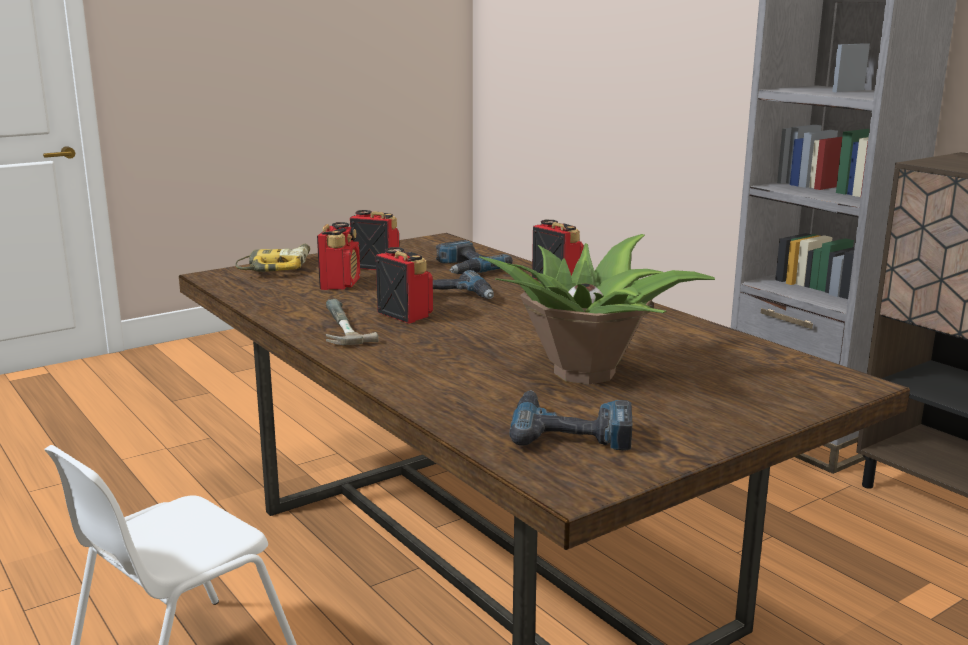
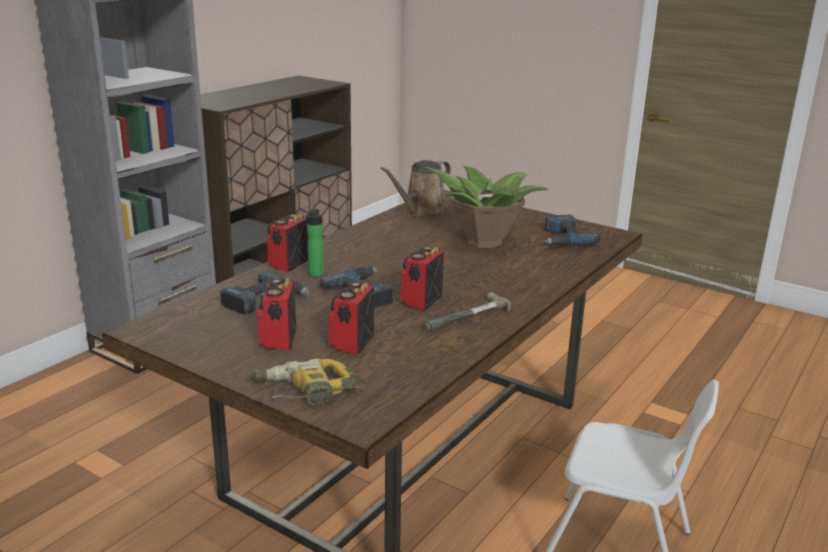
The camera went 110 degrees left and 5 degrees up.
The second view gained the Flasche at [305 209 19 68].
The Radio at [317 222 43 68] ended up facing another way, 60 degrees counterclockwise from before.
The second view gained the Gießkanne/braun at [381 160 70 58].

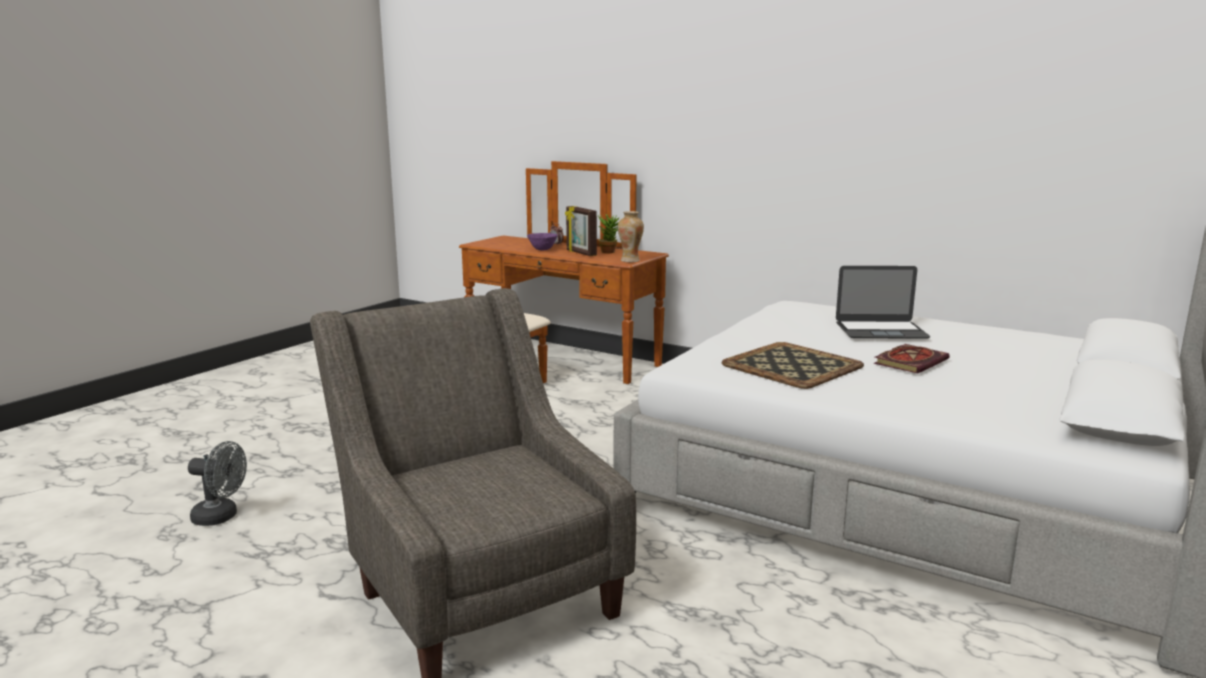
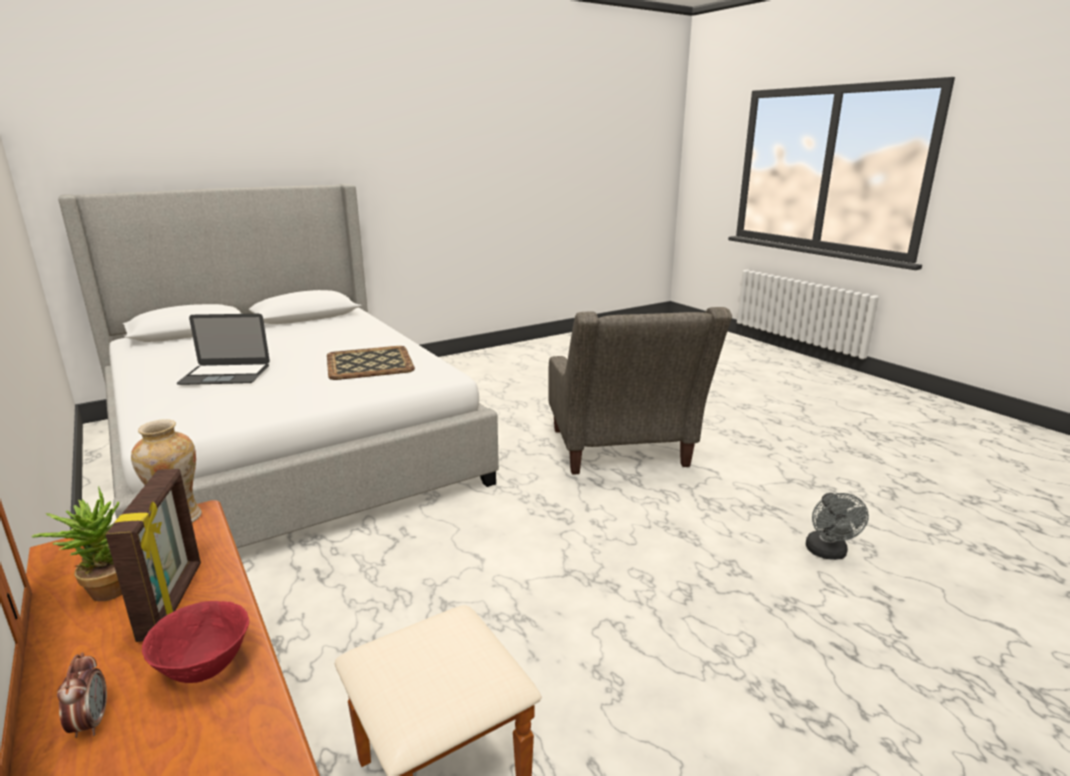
The camera went 155 degrees left and 5 degrees up.
What was the Schüssel/lila at [527 233 31 18] turned into the Schüssel/rot at [142 601 107 82].
The Laptop at [836 266 95 73] ended up facing another way, 150 degrees clockwise from before.
The Ventilator/grau at [188 441 59 85] ended up facing another way, 120 degrees counterclockwise from before.
The second view lost the Buch at [874 344 76 29].

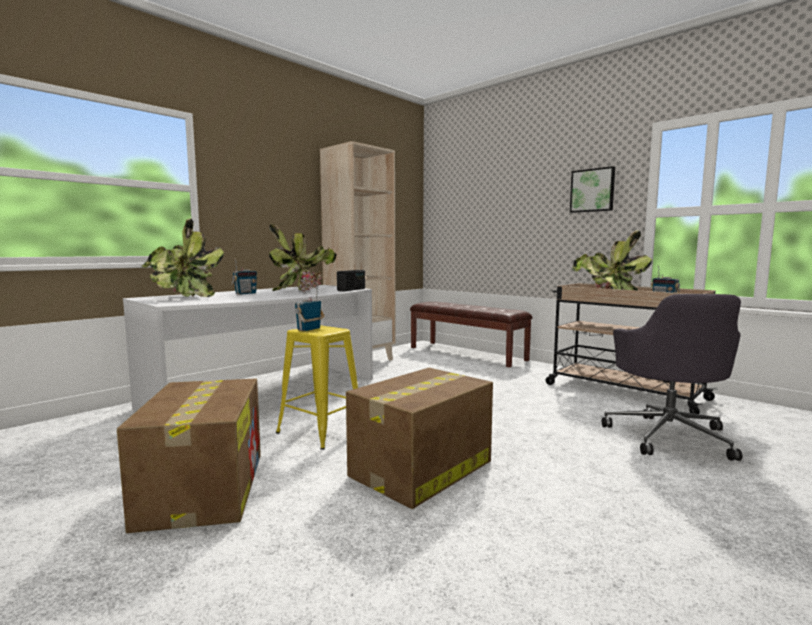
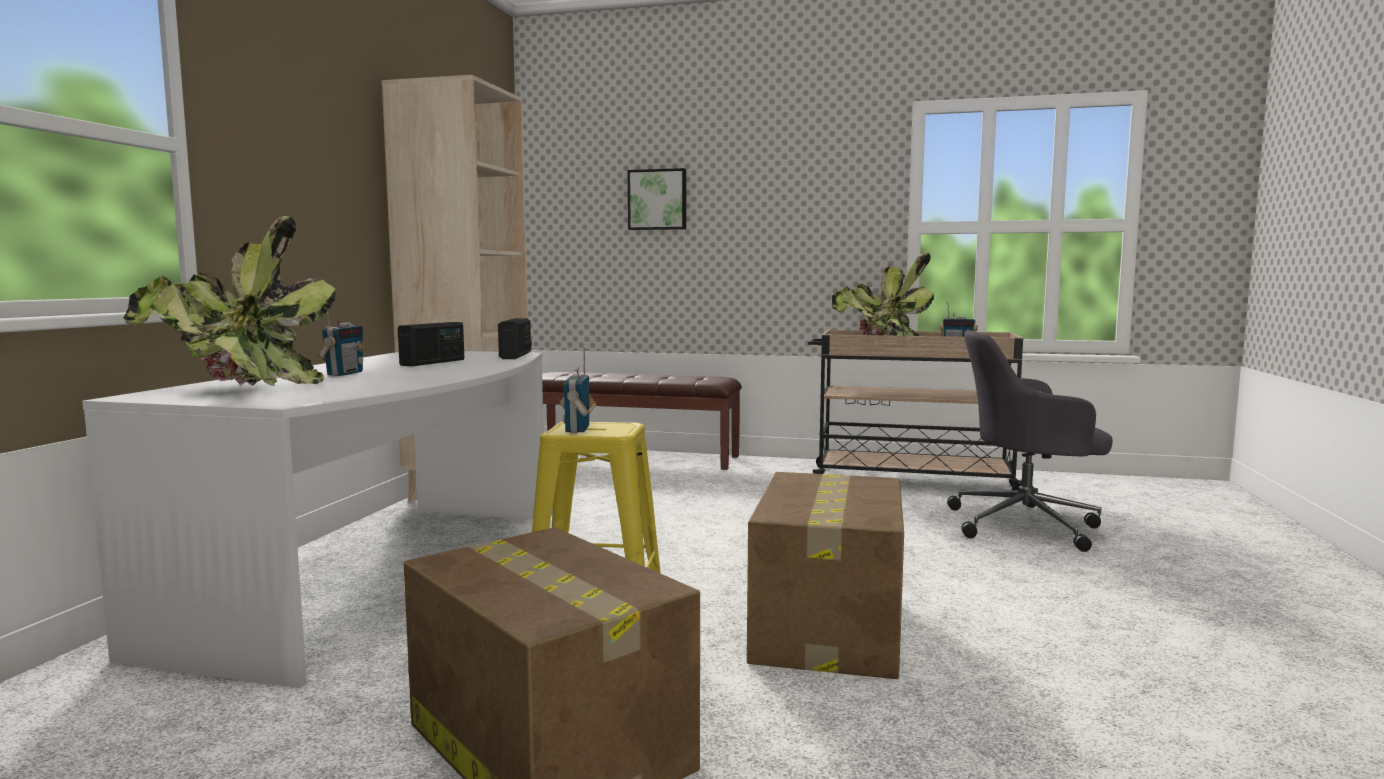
The camera went 30 degrees left and 0 degrees up.
Where the Topfpflanze stood at [269 224 68 68], the Radio came to stand at [398 322 66 44].
The Bild ended up elsewhere, having gone from [570 166 45 47] to [628 168 58 62].
The Bürostuhl/grau at [602 294 140 167] ended up facing another way, 120 degrees clockwise from before.

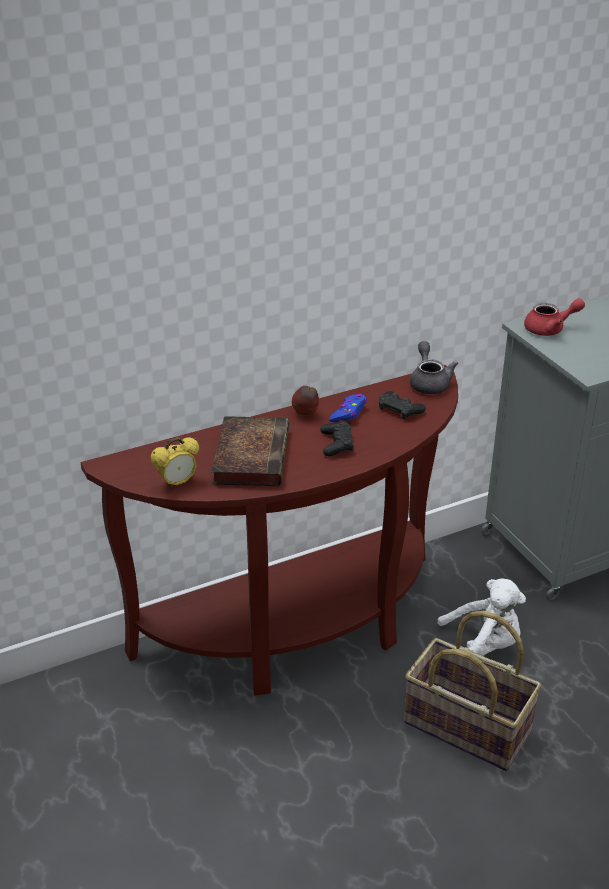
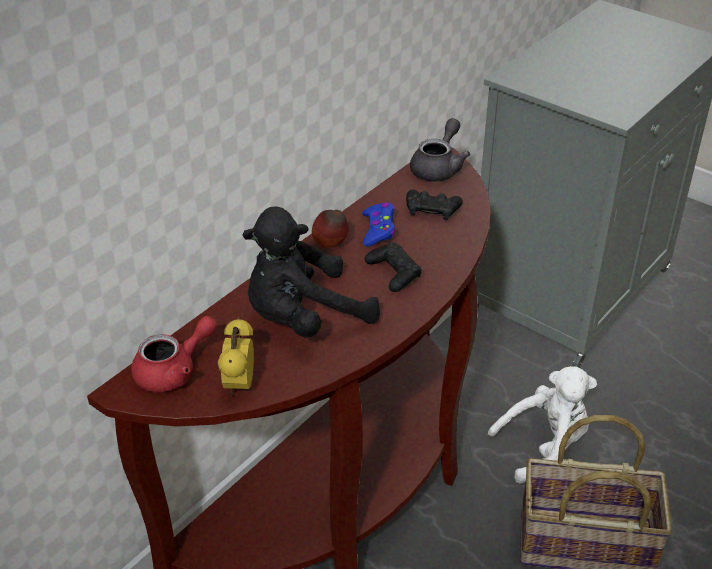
The camera went 25 degrees left and 5 degrees up.
The Teekanne/rot ended up elsewhere, having gone from [524 298 61 38] to [131 316 86 76].
The Wecker at [151 437 48 52] ended up facing another way, 150 degrees clockwise from before.
Where the Buch stood at [211 416 78 70], the Plüschtier/schwarz came to stand at [242 206 138 132].
The Teekanne/grau at [410 341 48 53] ended up facing another way, 60 degrees clockwise from before.

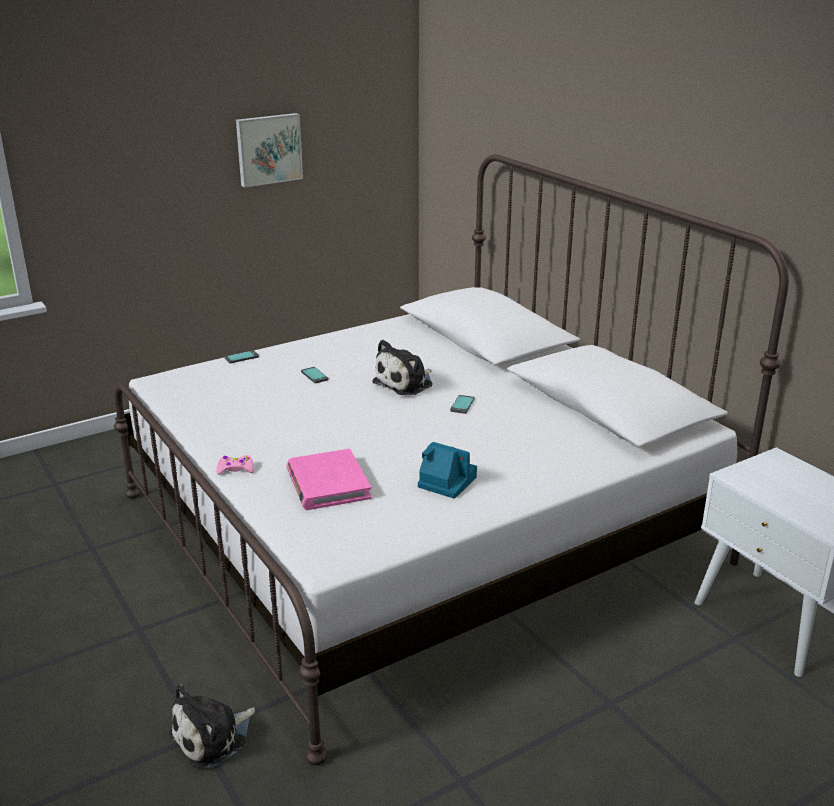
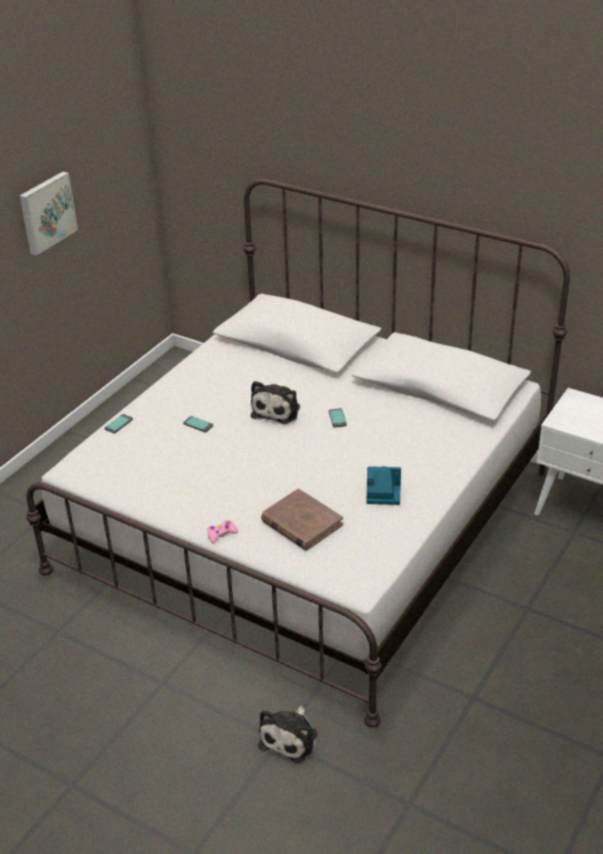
The camera went 25 degrees left and 10 degrees up.
What was the Buch/rosa at [286 449 85 61] turned into the Buch/braun at [261 489 82 62].

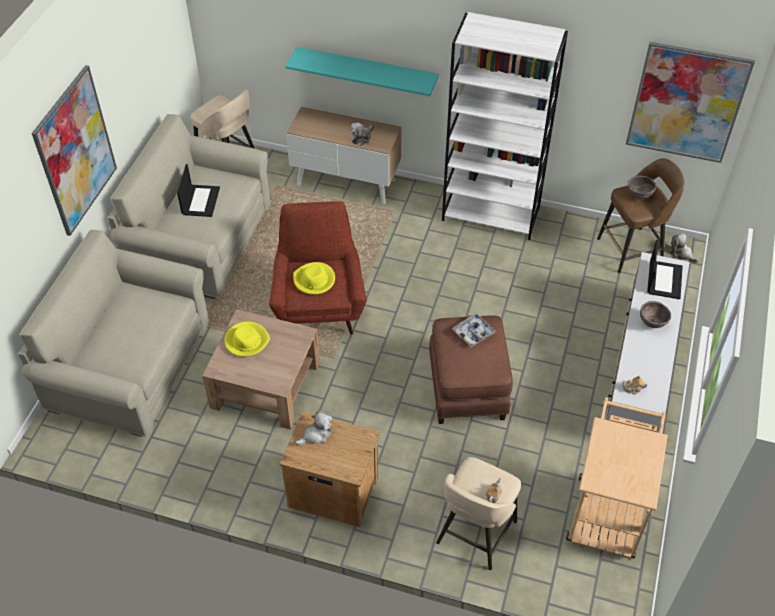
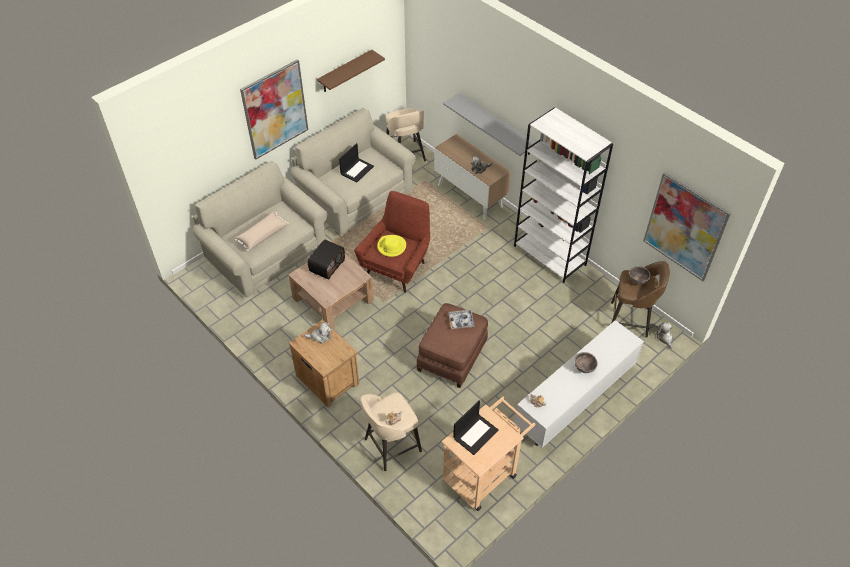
The camera went 30 degrees right and 0 degrees up.
The second view gained the Kissen/beige at [235 211 54 40].
Where the Hut/gelb stood at [224 321 46 36], the Radio came to stand at [308 240 37 39].
The second view gained the Wandregal/braun at [317 50 68 42].
What was the Wandregal/türkis at [285 47 154 49] turned into the Wandregal/grau at [443 93 92 63].
The Laptop ended up elsewhere, having gone from [647 240 36 59] to [453 401 46 54].

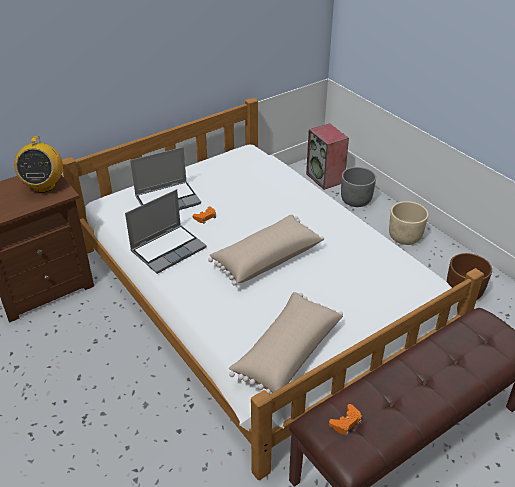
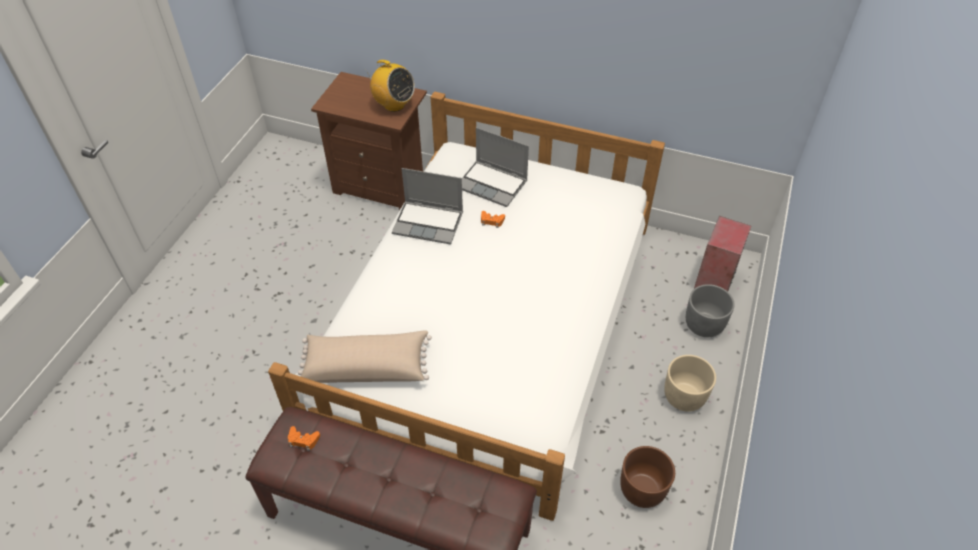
The camera went 55 degrees right and 10 degrees up.
The Radio at [14 136 49 57] ended up facing another way, 105 degrees counterclockwise from before.
The second view lost the Kissen/beige at [208 215 116 71].

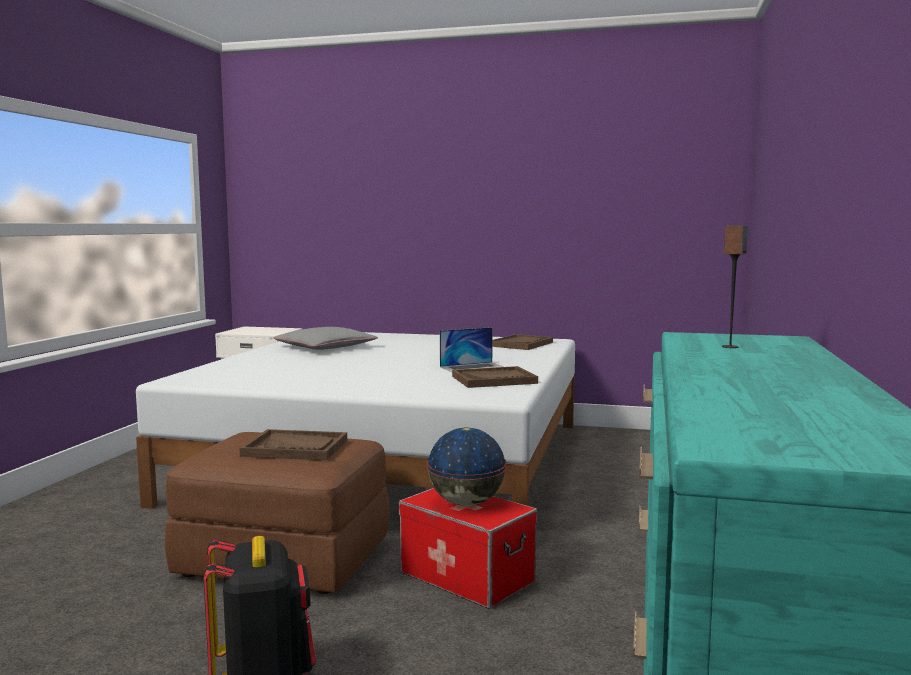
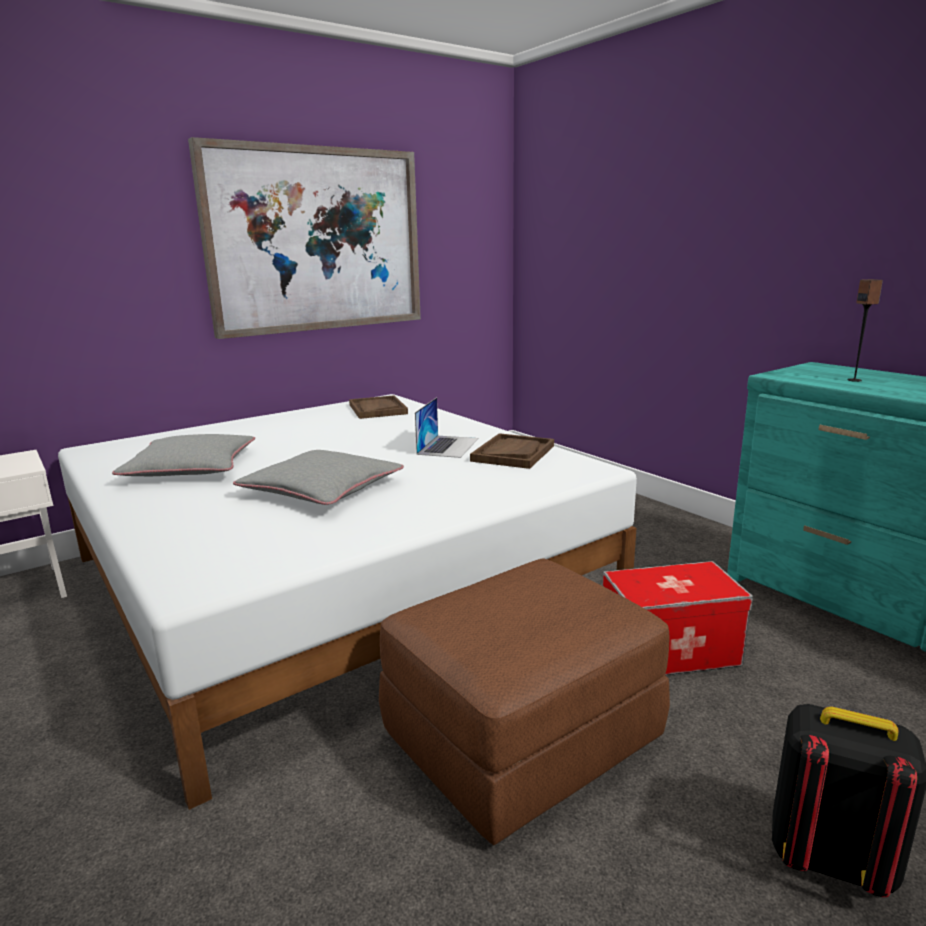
The camera went 50 degrees left and 10 degrees up.
The second view gained the Bild at [188 137 233 202].
The second view gained the Kissen/grau at [233 450 171 55].
The second view lost the Tablett/braun at [239 429 108 32].
The second view lost the Globus at [426 427 81 79].

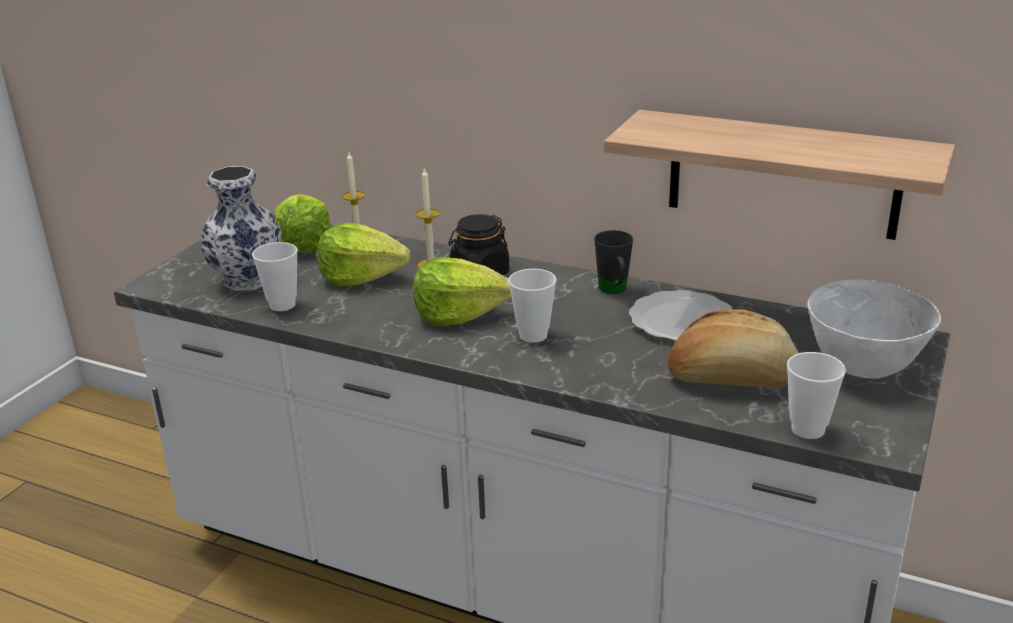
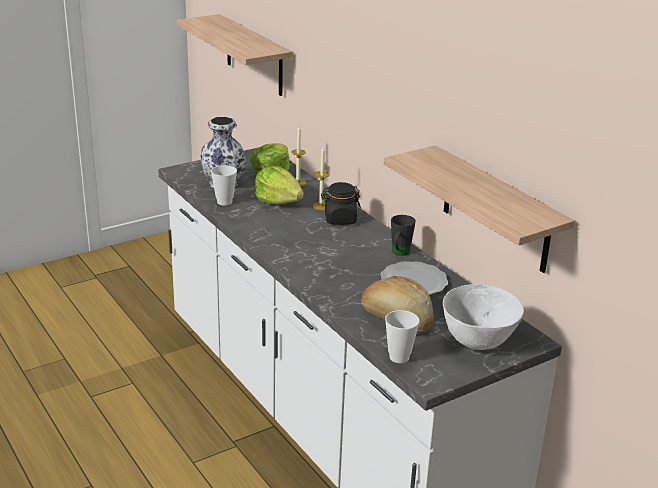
The camera went 30 degrees right and 0 degrees up.
The second view gained the Wandregal at [176 14 117 82].
The second view lost the Salatkopf at [413 257 99 69].
The second view lost the Tasse at [508 269 49 74].

